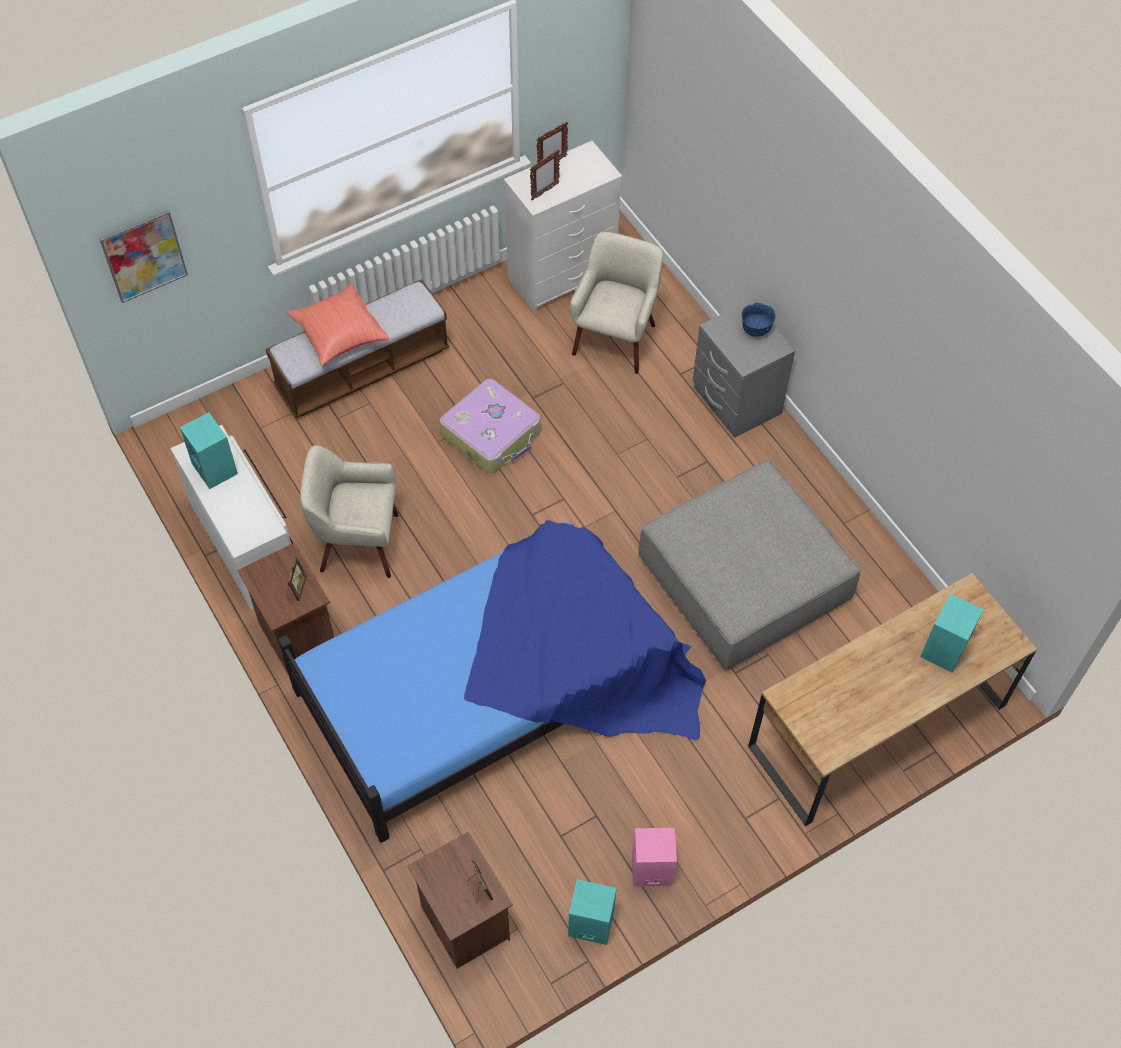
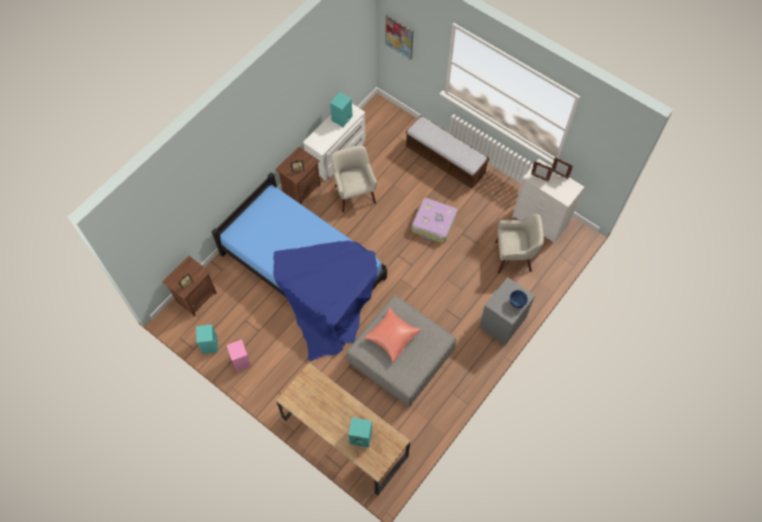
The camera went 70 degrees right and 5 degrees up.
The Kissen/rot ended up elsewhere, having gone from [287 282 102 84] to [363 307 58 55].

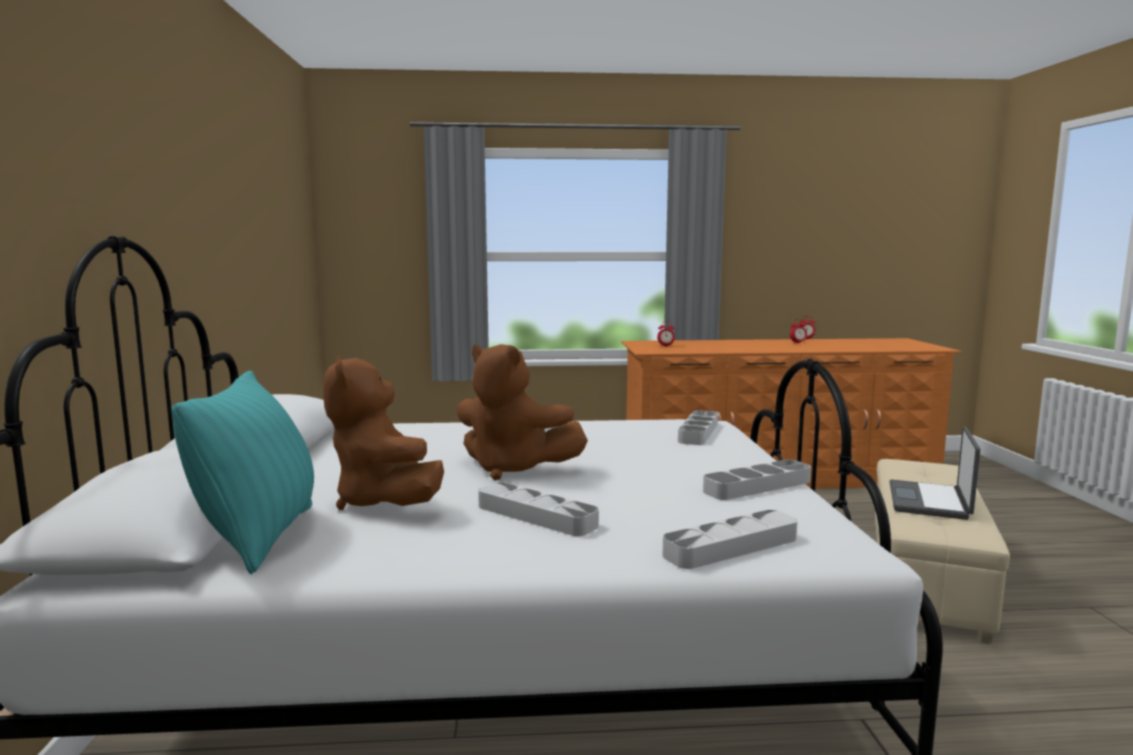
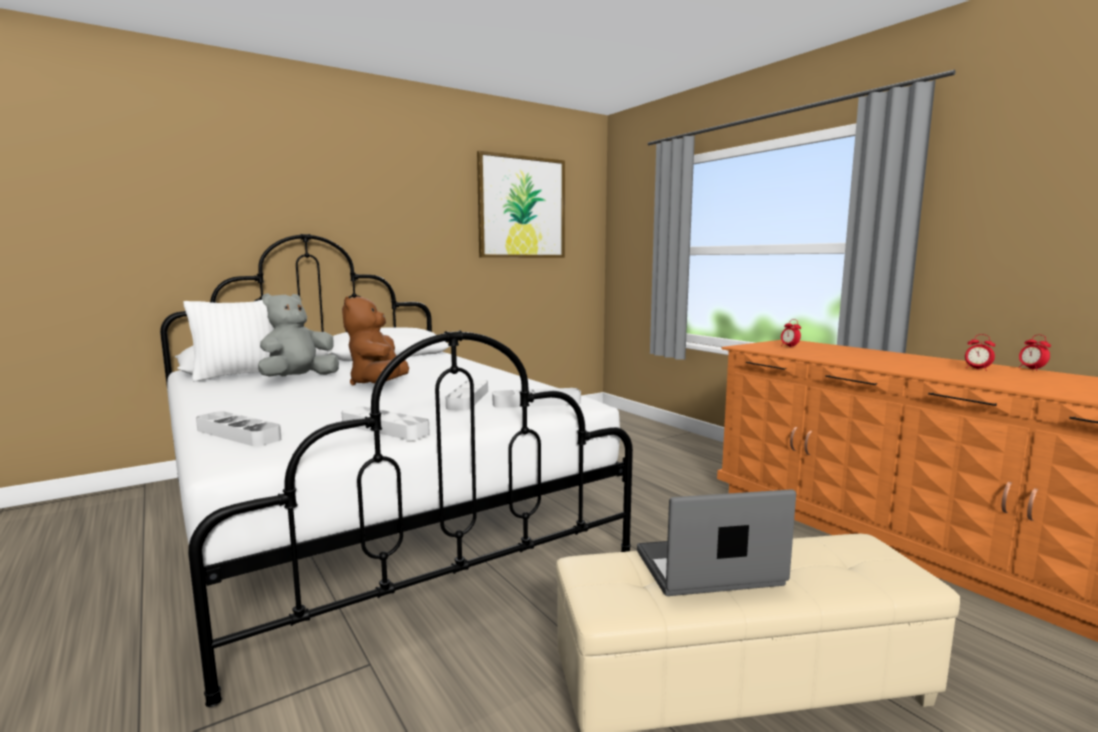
The camera went 60 degrees right and 0 degrees up.
What was the Kissen/türkis at [172 371 142 203] turned into the Kissen/weiß at [183 300 91 82].
What was the Plüschtier/braun at [323 356 121 154] turned into the Plüschtier/grau at [258 293 81 84].
The Tablett/grau ended up elsewhere, having gone from [478 482 121 54] to [446 380 42 30].
The second view gained the Bild at [477 151 88 107].

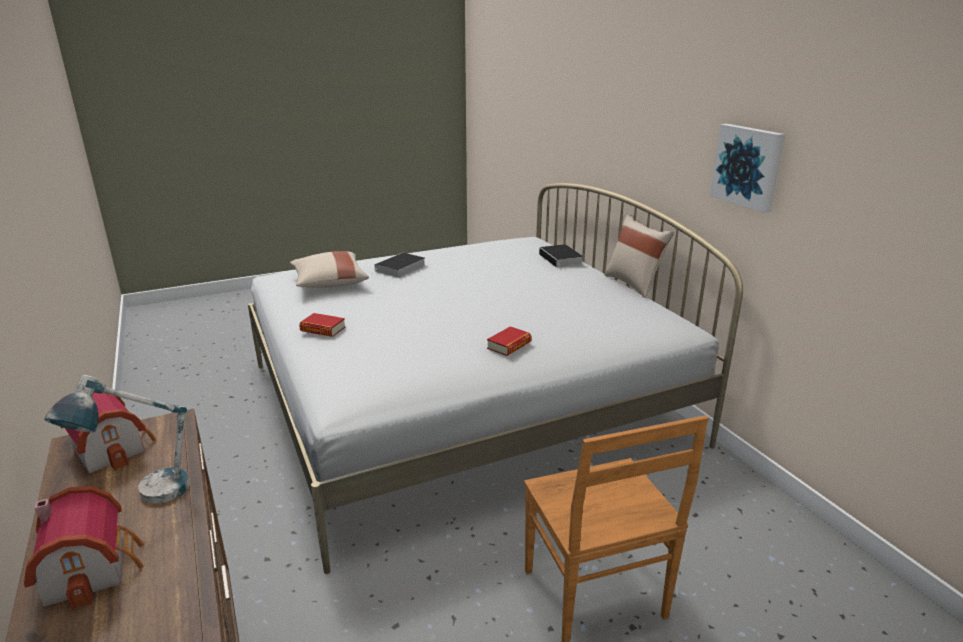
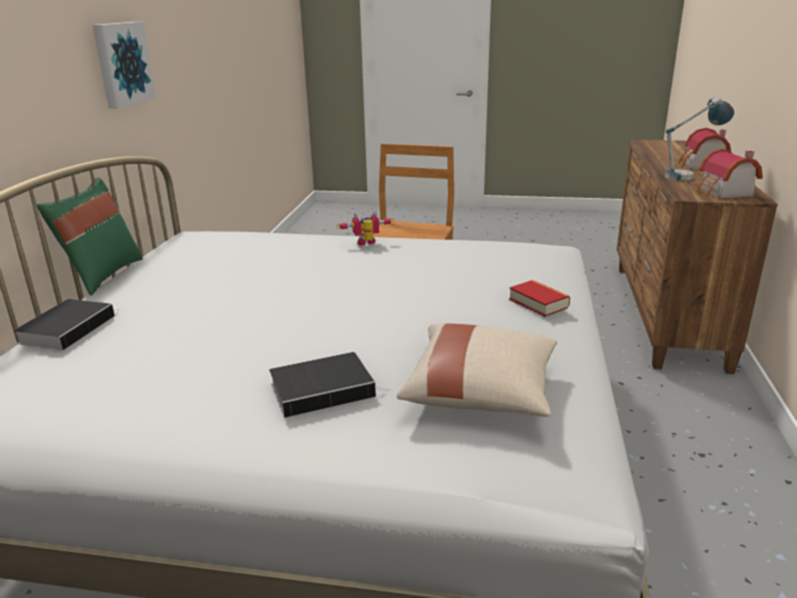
The camera went 145 degrees left and 0 degrees up.
What was the Kissen/beige at [604 214 70 84] turned into the Kissen/grün at [37 177 106 118].
Where the Buch stood at [487 326 45 30], the Spielzeugroboter came to stand at [336 211 59 34].

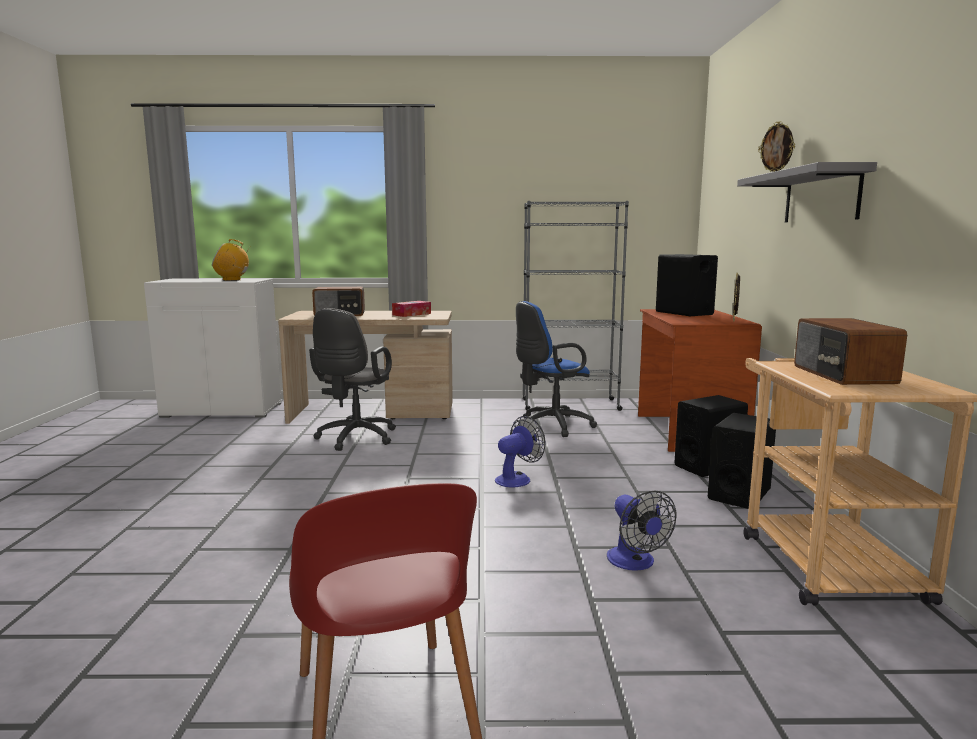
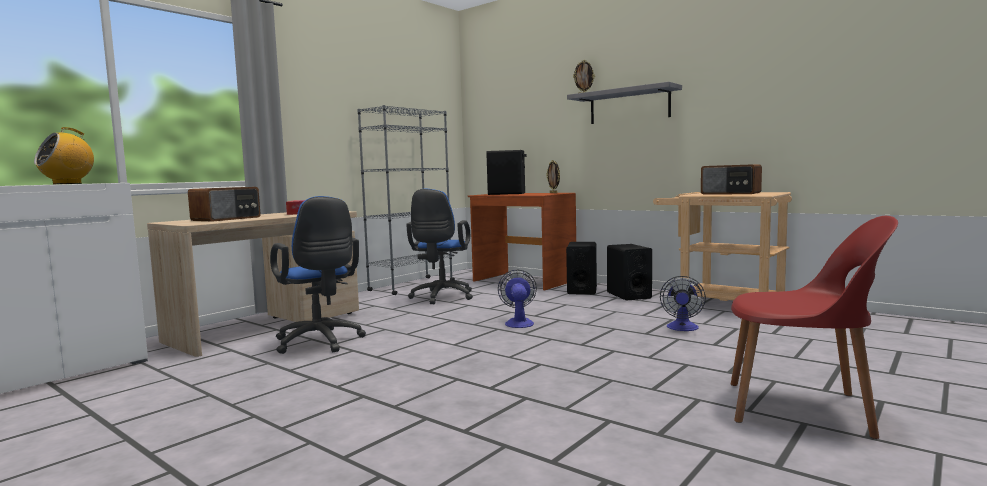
The camera went 50 degrees left and 5 degrees down.
What was the Bürostuhl/grau at [309 308 87 143] turned into the Bürostuhl/blau at [270 196 96 158].
The Ventilator at [607 491 70 80] ended up facing another way, 90 degrees clockwise from before.

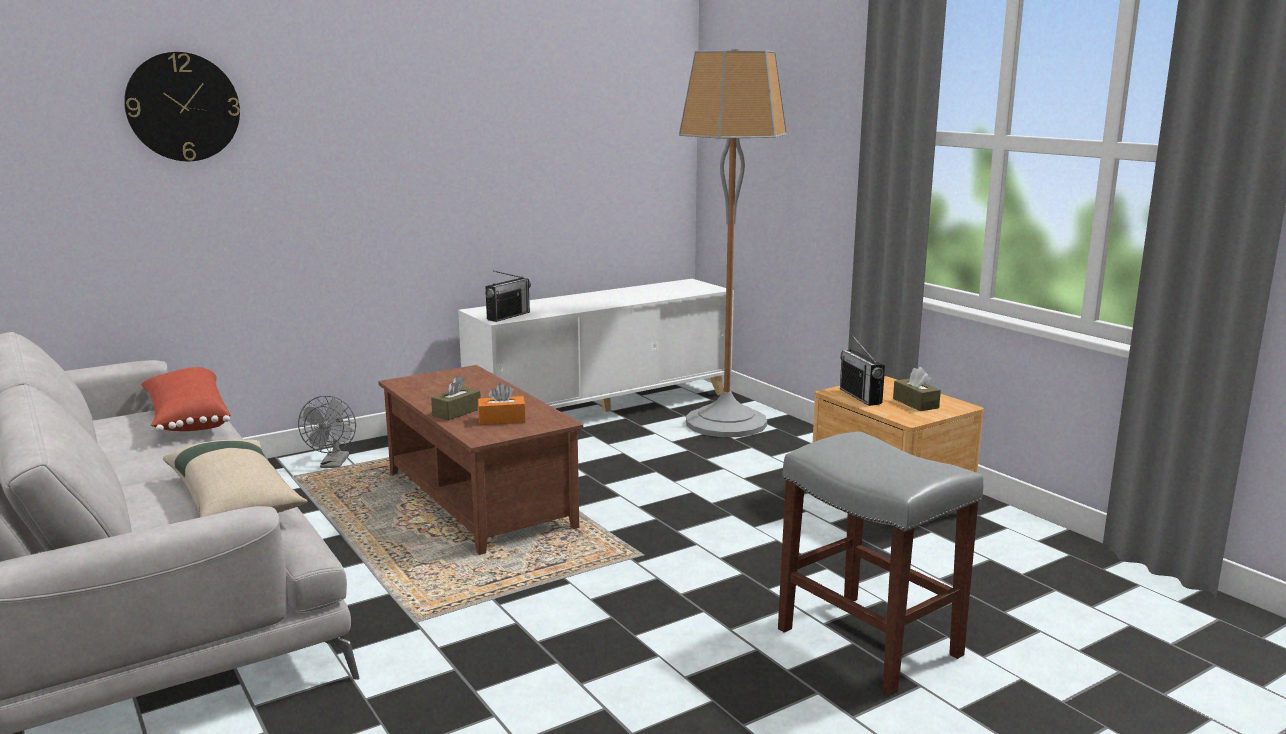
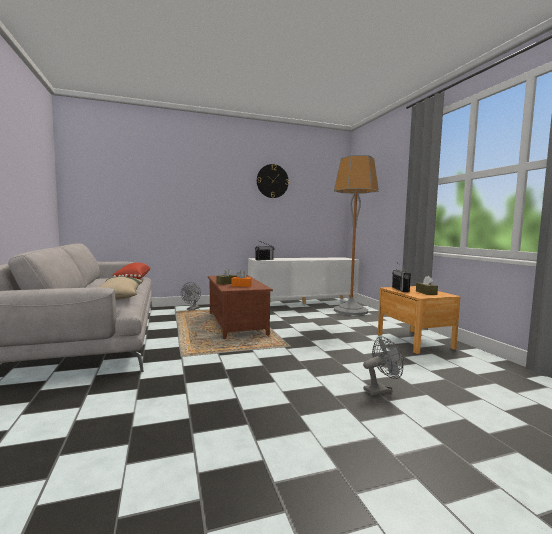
The camera went 15 degrees right and 10 degrees down.
The Wanduhr ended up elsewhere, having gone from [124 52 116 109] to [257 164 32 34].
Where the Hocker/grau stood at [778 432 206 264], the Ventilator/grau came to stand at [363 337 41 59].

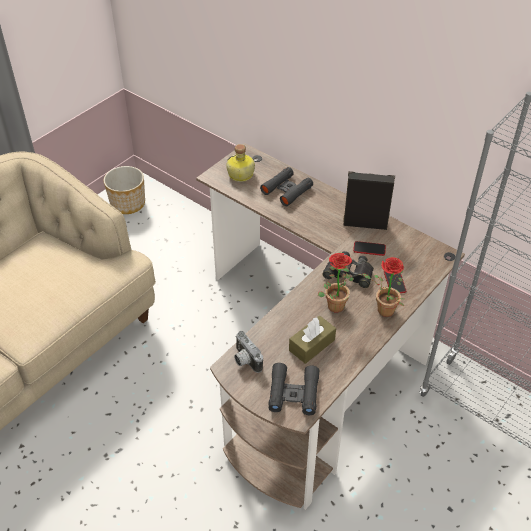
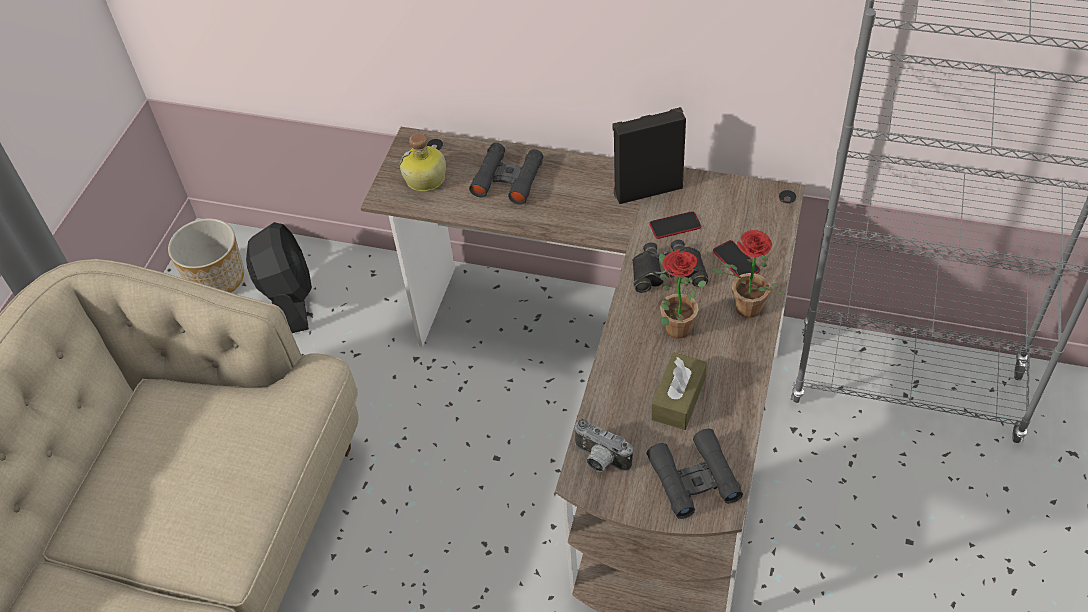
The camera went 20 degrees left and 5 degrees up.
The second view gained the Ventilator/schwarz at [246 222 66 111].

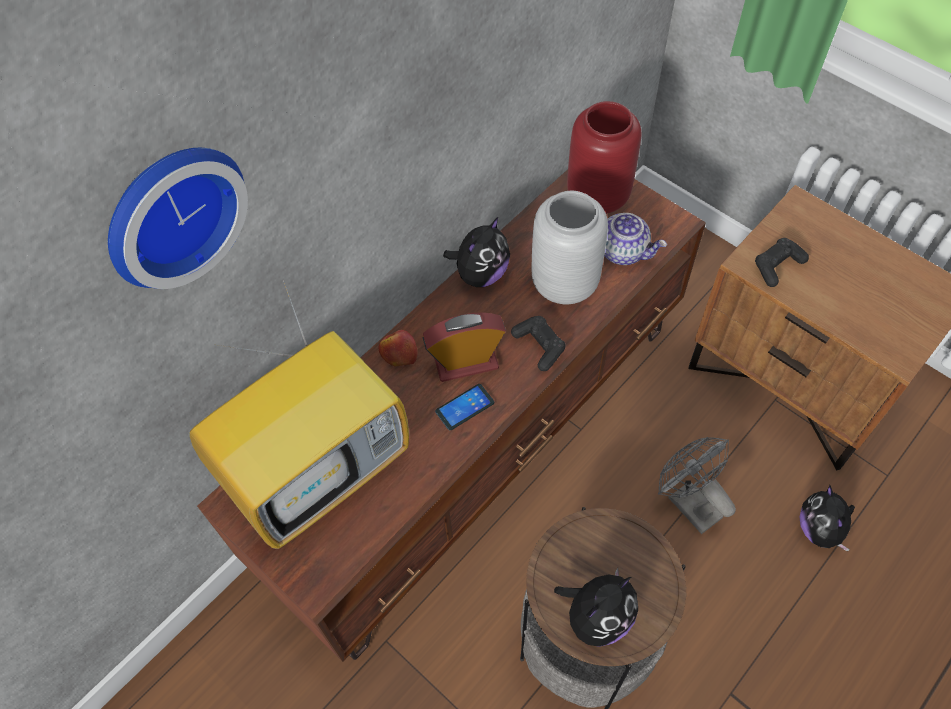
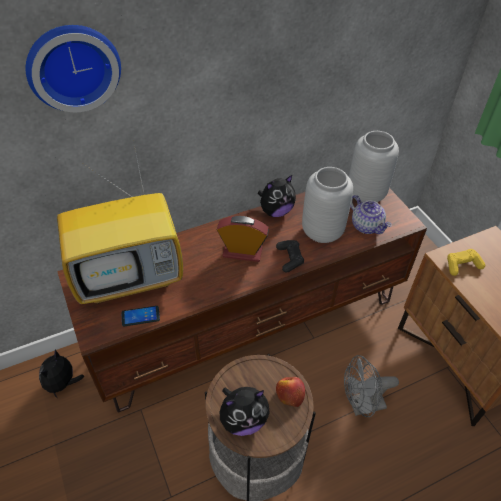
The camera went 20 degrees right and 10 degrees down.
The Plüschtier ended up elsewhere, having gone from [799 485 56 66] to [39 350 45 48].
The Handy ended up elsewhere, having gone from [435 384 59 46] to [121 306 39 20].
The Apfel ended up elsewhere, having gone from [379 330 39 36] to [276 377 29 30].
The Ventilator/grau at [658 437 78 97] ended up facing another way, 90 degrees counterclockwise from before.
What was the Vase/rot at [567 101 75 113] turned into the Vase/grau at [349 131 50 71].
What was the Gamepad/schwarz at [755 238 54 49] turned into the Gamepad/gelb at [447 249 38 27].

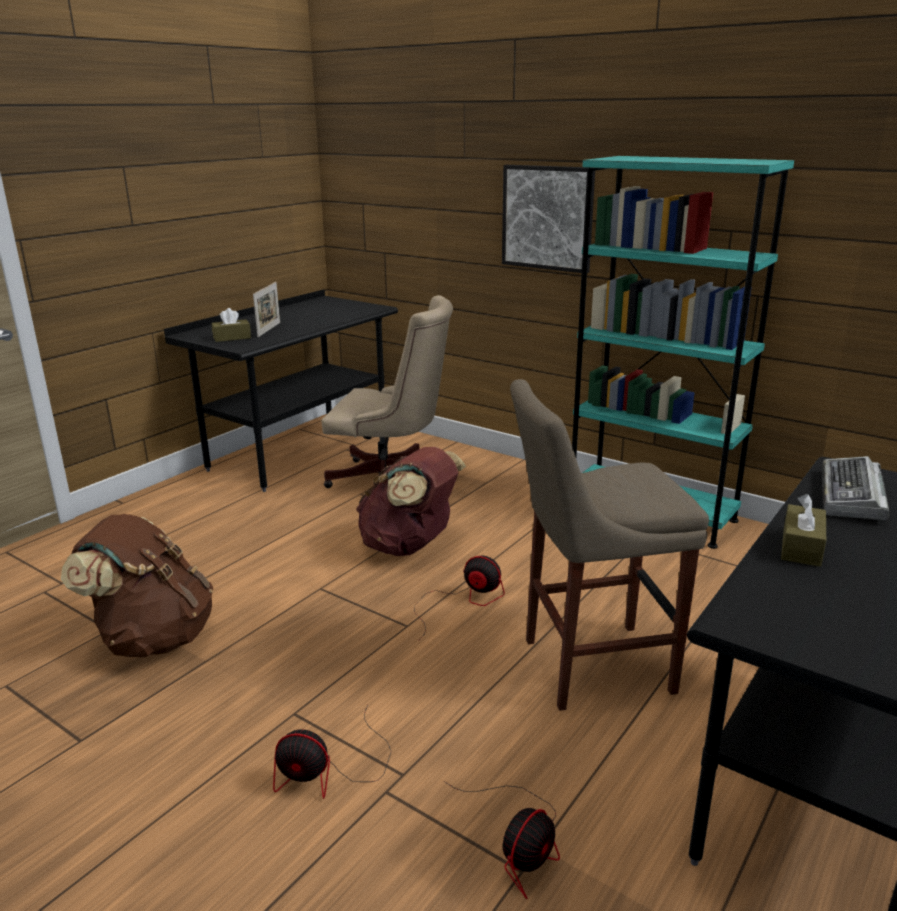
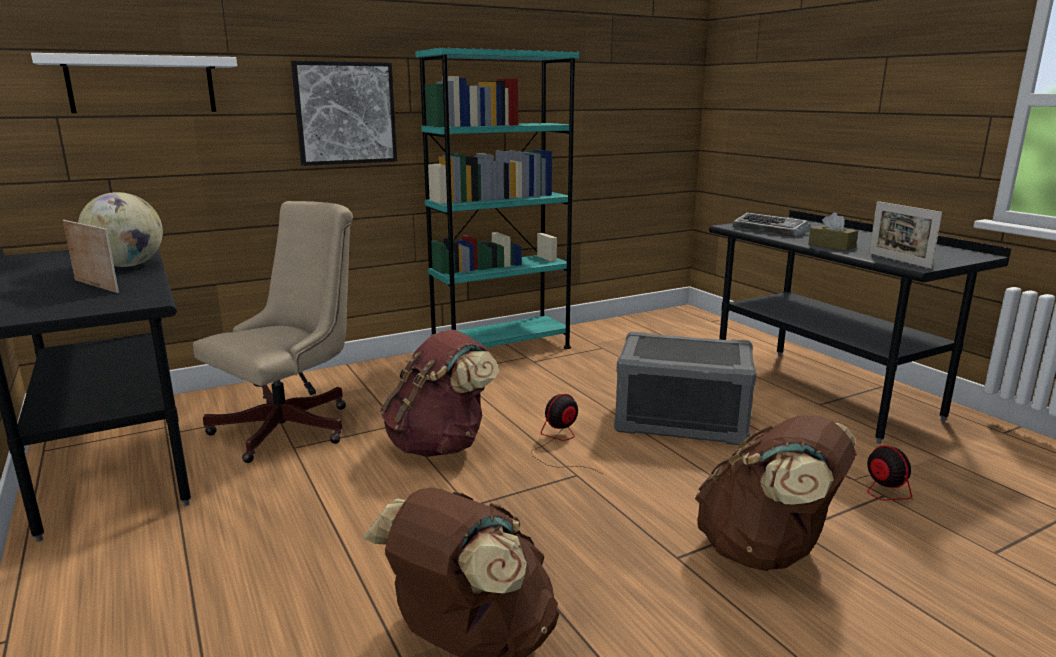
The camera went 65 degrees left and 5 degrees down.
The second view gained the Wandregal/weiß at [31 53 206 60].
The second view gained the Globus at [78 192 85 75].
Where the Hocker/beige stood at [510 379 199 332], the Aufbewahrungsbox/grau came to stand at [614 332 143 113].
Where the Ventilator stood at [273 705 118 94], the Rucksack/braun came to stand at [695 415 162 156].
The second view gained the Bilderrahmen at [869 201 73 68].
The second view lost the Taschentuchbox/braun at [212 308 39 34].

